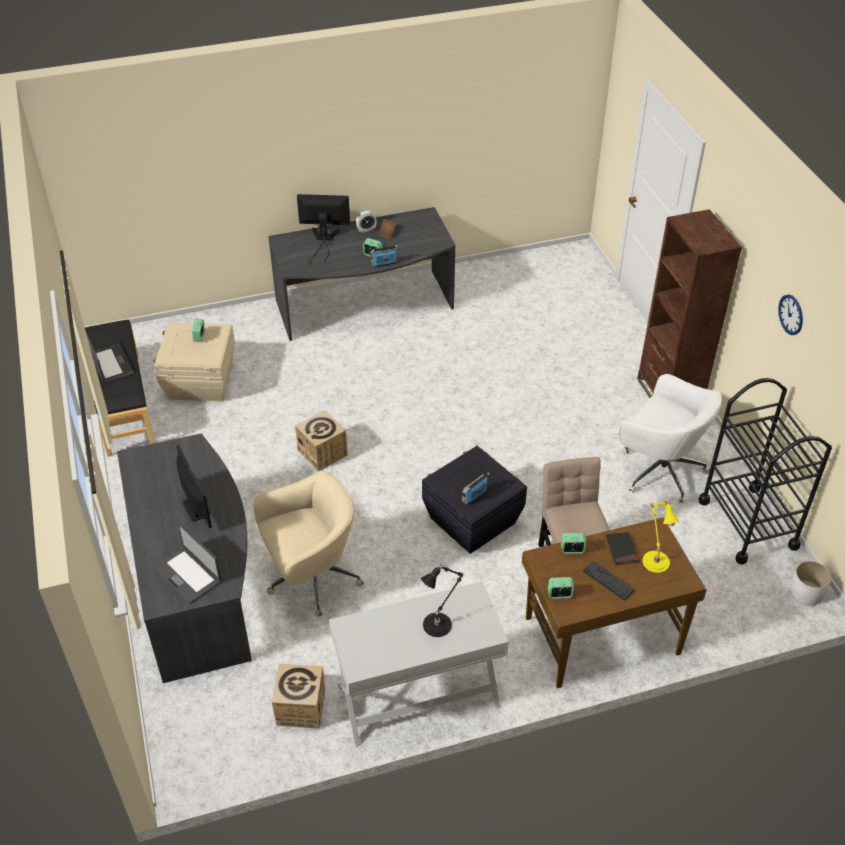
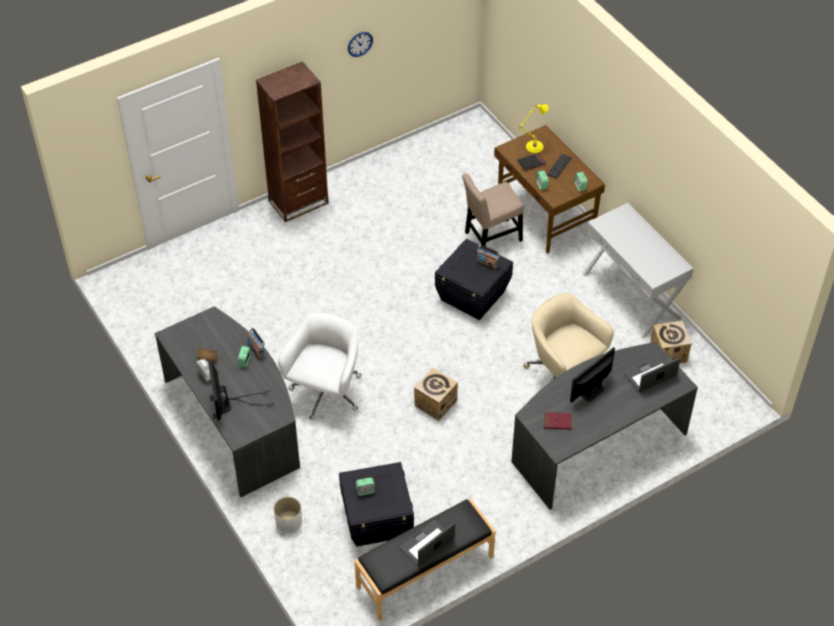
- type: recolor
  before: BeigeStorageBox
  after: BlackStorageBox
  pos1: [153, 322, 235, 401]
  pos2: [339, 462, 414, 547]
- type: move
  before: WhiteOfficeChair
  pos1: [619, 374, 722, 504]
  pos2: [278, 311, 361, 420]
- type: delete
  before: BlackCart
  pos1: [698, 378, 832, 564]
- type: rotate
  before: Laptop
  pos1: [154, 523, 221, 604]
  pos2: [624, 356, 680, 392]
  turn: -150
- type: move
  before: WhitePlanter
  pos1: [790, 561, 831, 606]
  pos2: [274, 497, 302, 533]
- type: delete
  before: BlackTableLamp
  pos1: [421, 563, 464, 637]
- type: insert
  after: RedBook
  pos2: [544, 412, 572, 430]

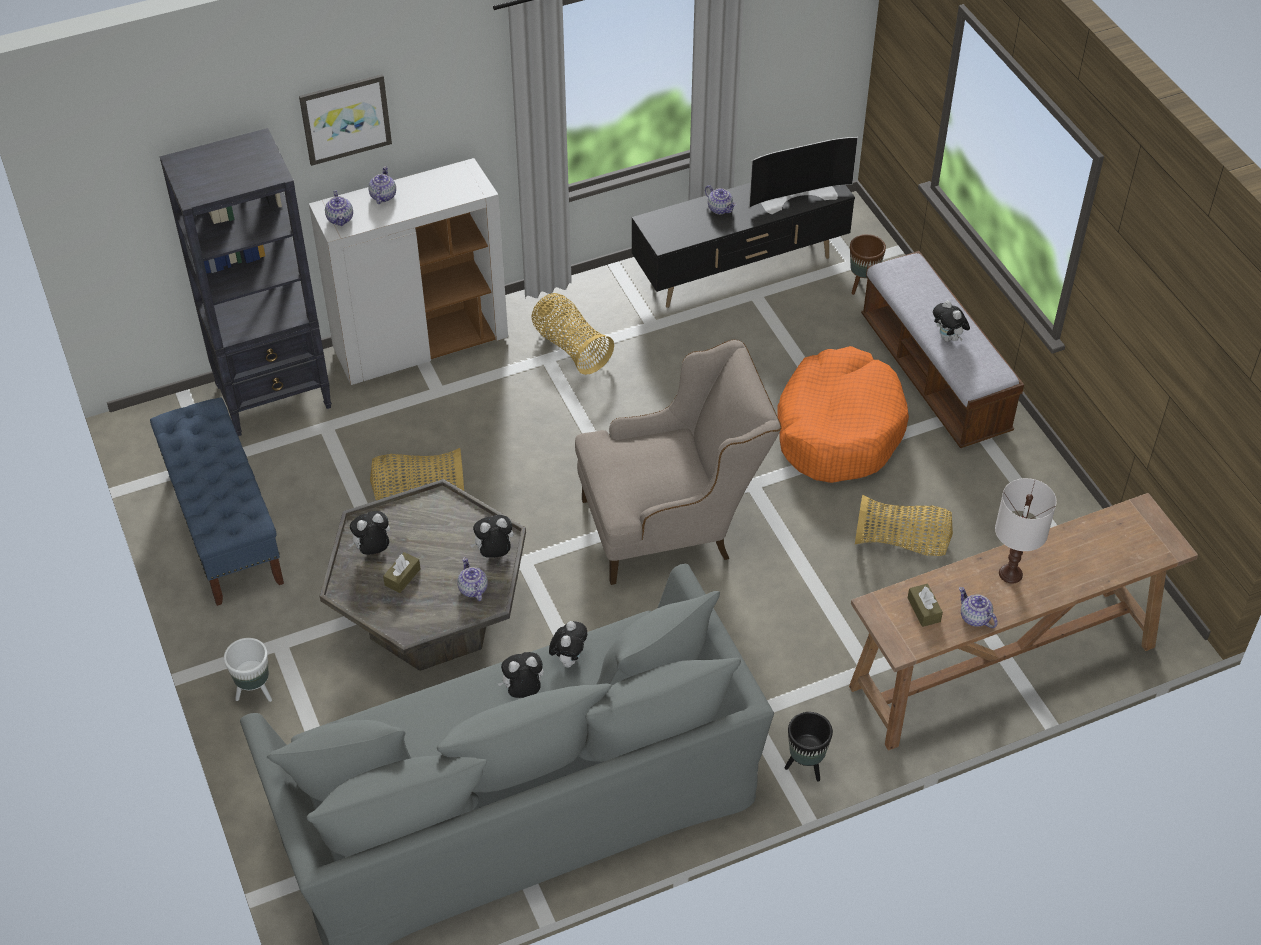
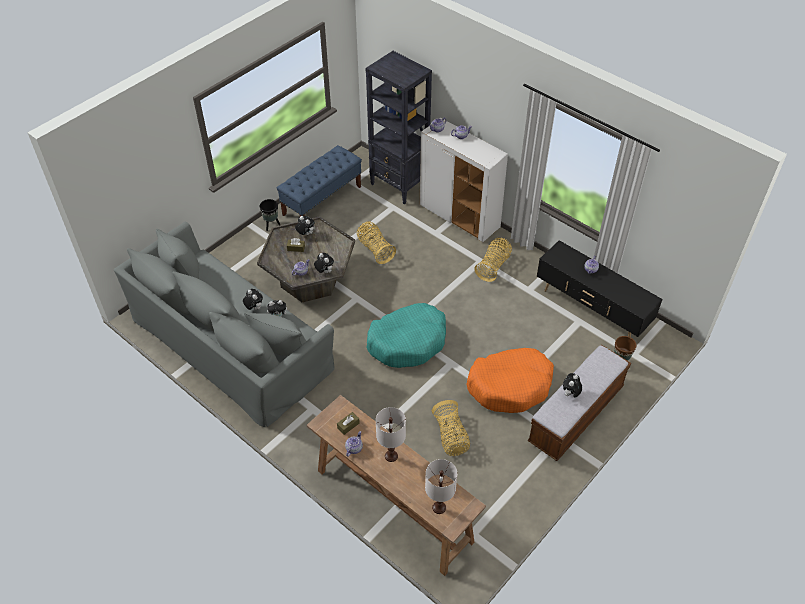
- type: delete
  before: Picture
  pos1: [299, 74, 392, 166]
- type: delete
  before: Television
  pos1: [749, 137, 858, 214]
- type: replace
  before: BeigeArmchair
  after: TurquoiseDogBed
  pos1: [575, 339, 782, 585]
  pos2: [366, 303, 446, 368]
- type: delete
  before: WhitePlanter
  pos1: [224, 638, 272, 702]
- type: move
  before: BlackPlanter
  pos1: [784, 712, 833, 781]
  pos2: [259, 199, 280, 231]
- type: insert
  after: WhiteTableLamp
  pos2: [425, 459, 457, 514]

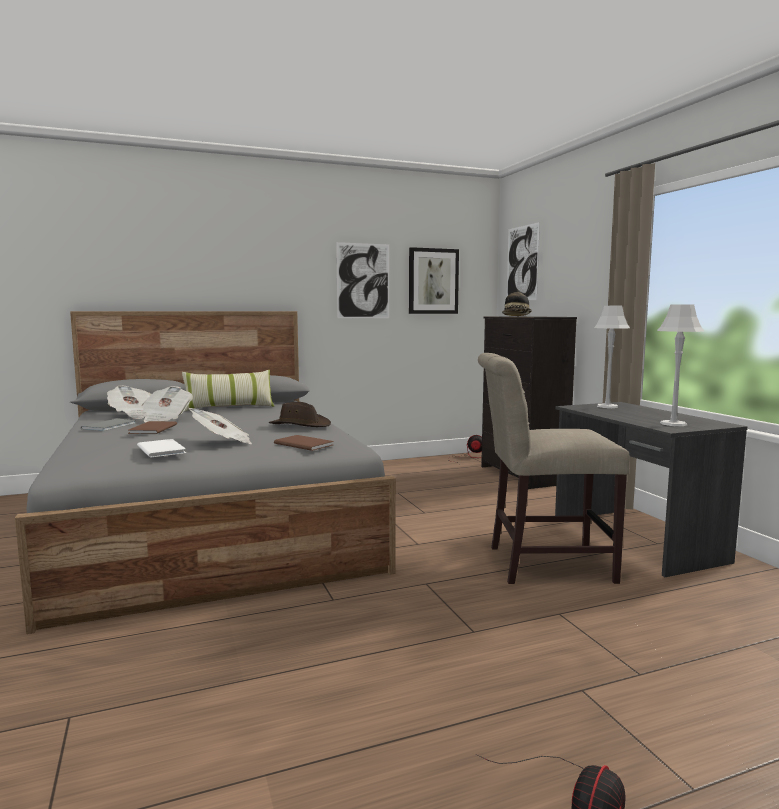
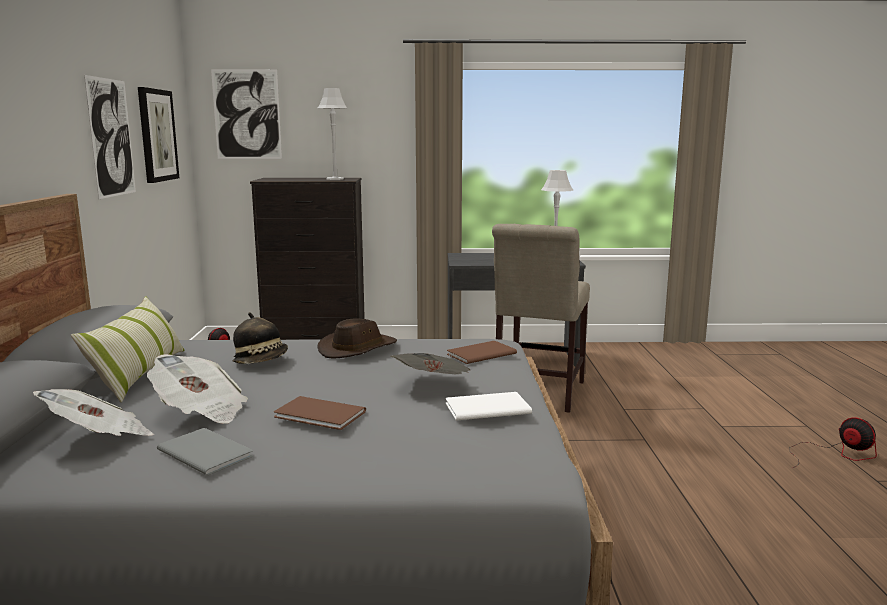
- type: move
  before: Hat
  pos1: [502, 290, 531, 316]
  pos2: [233, 312, 288, 364]
- type: move
  before: GreyTableLamp
  pos1: [594, 306, 630, 408]
  pos2: [318, 88, 348, 180]

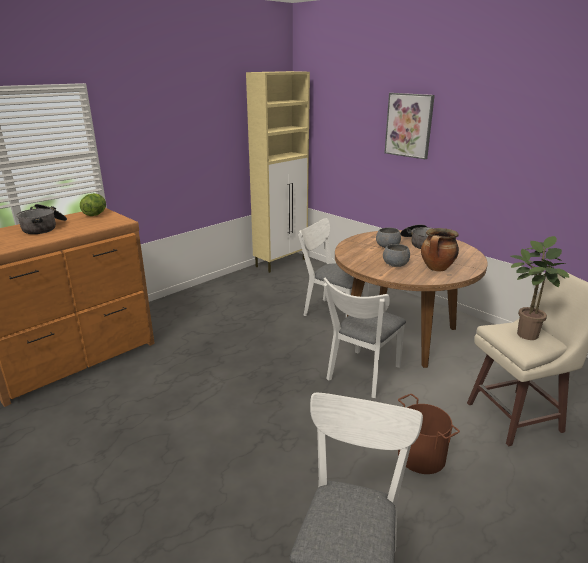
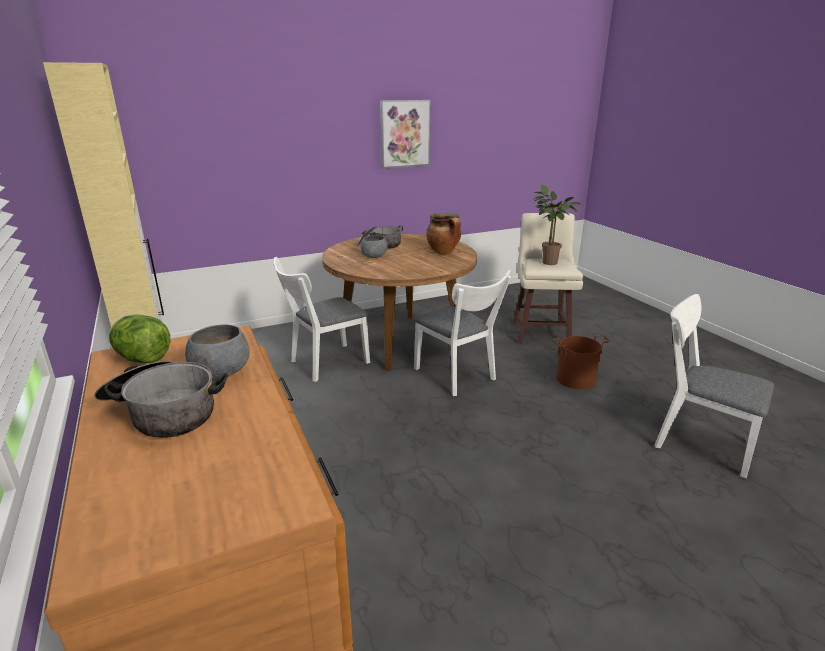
- type: move
  before: Picture
  pos1: [384, 93, 435, 159]
  pos2: [380, 100, 431, 169]
- type: move
  before: GreyBowl
  pos1: [383, 244, 410, 267]
  pos2: [185, 324, 250, 378]

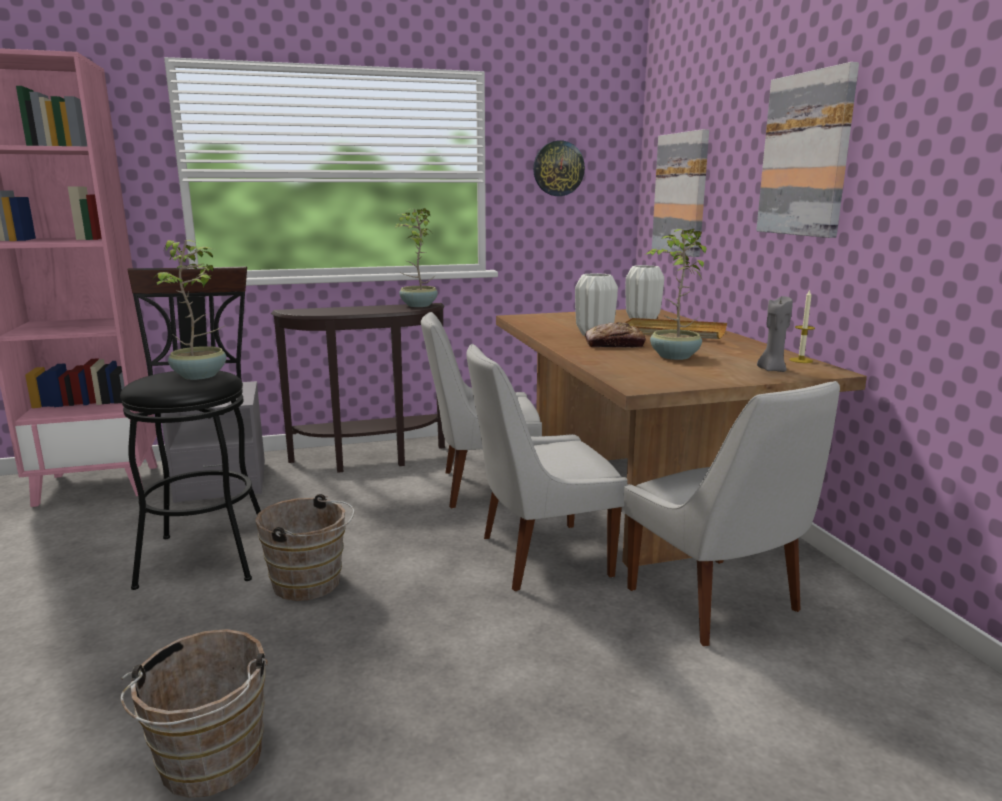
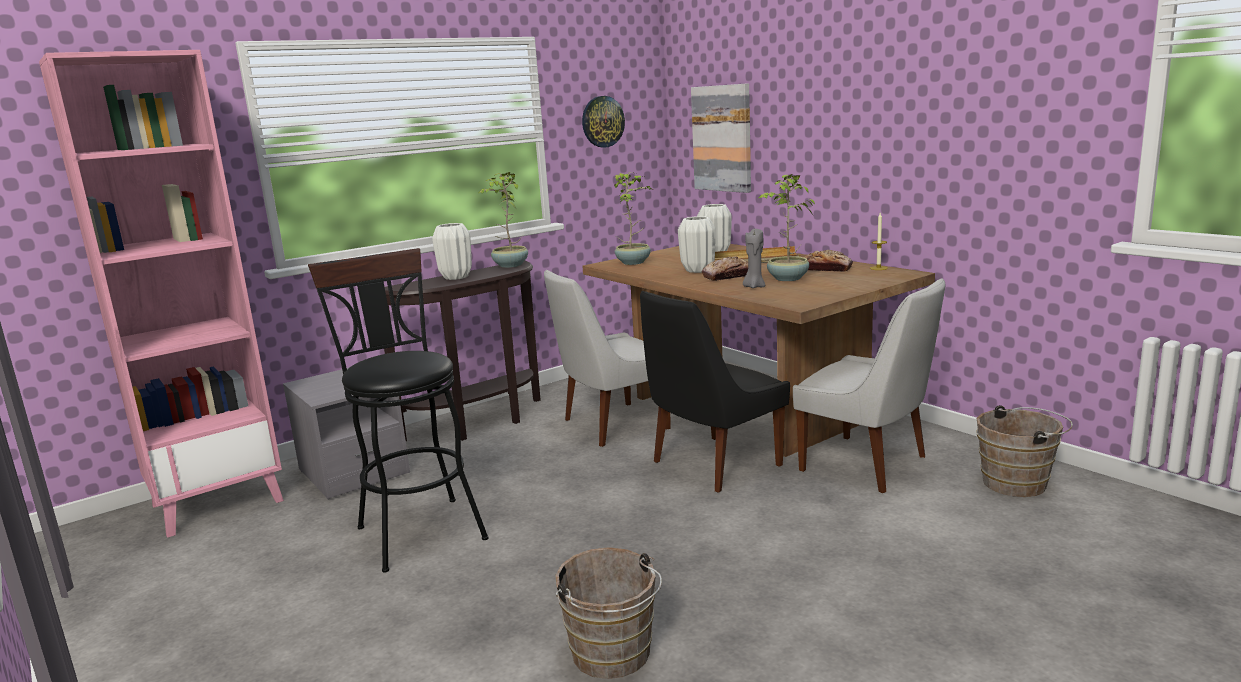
- type: delete
  before: Picture
  pos1: [756, 62, 859, 238]
- type: move
  before: PottedPlant
  pos1: [152, 240, 226, 380]
  pos2: [614, 172, 653, 265]
- type: move
  before: GreyCandle
  pos1: [757, 296, 793, 372]
  pos2: [743, 229, 765, 288]
- type: recolor
  before: WhiteChair
  after: BlackChair
  pos1: [466, 344, 628, 591]
  pos2: [640, 291, 790, 492]
- type: move
  before: BrownBucket
  pos1: [255, 494, 354, 601]
  pos2: [976, 405, 1073, 497]
- type: insert
  after: WhiteVase
  pos2: [432, 223, 472, 280]
- type: insert
  after: Bread
  pos2: [804, 250, 853, 272]

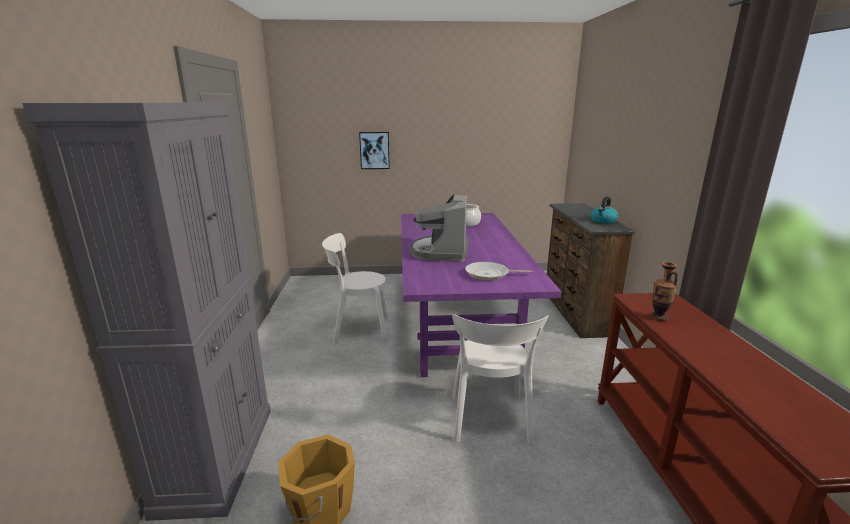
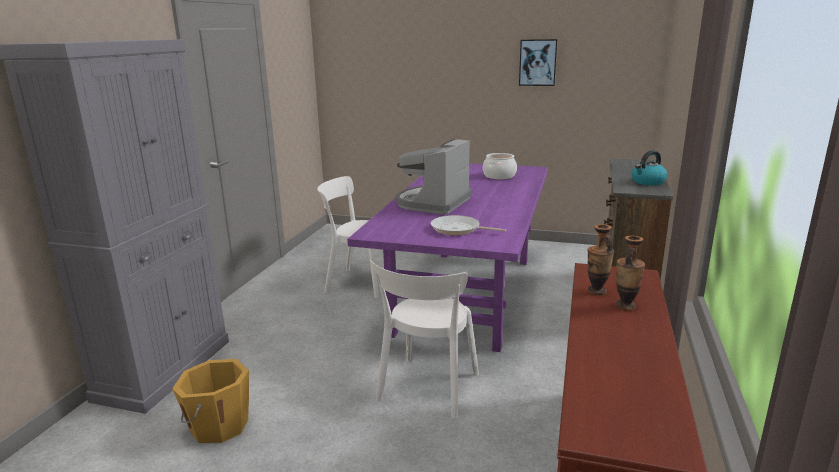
- type: move
  before: Picture
  pos1: [359, 132, 390, 169]
  pos2: [519, 39, 557, 86]
- type: insert
  after: Vase
  pos2: [615, 236, 645, 310]

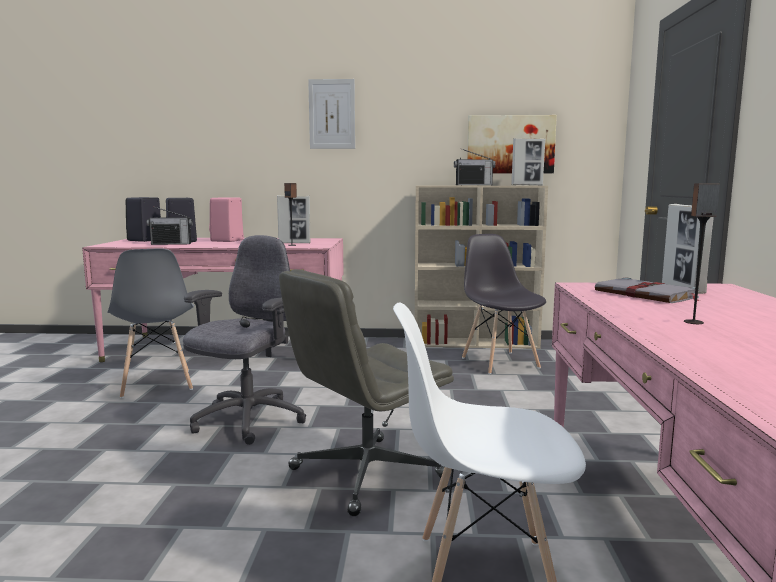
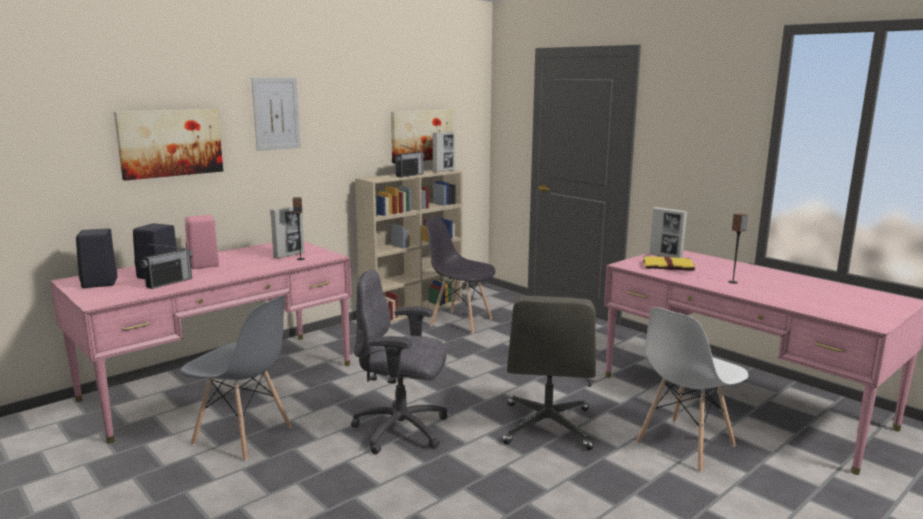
- type: rotate
  before: GreyOfficeChair
  pos1: [183, 235, 306, 445]
  pos2: [351, 270, 447, 454]
  turn: -60
- type: recolor
  before: GreyBook
  after: YellowBook
  pos1: [595, 277, 699, 303]
  pos2: [643, 256, 695, 271]
- type: insert
  after: Picture
  pos2: [114, 109, 223, 181]

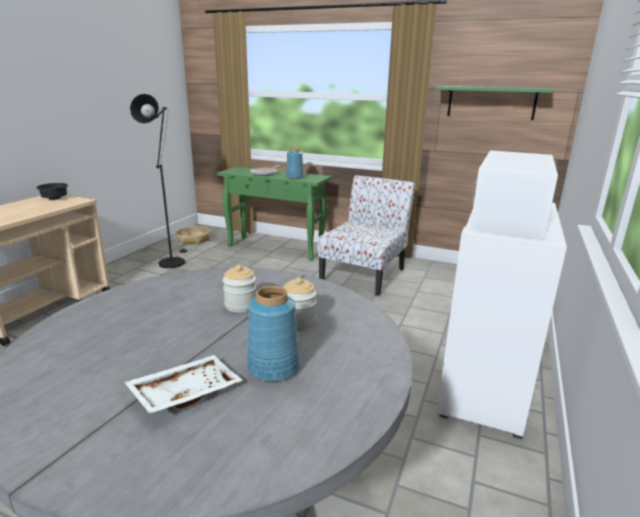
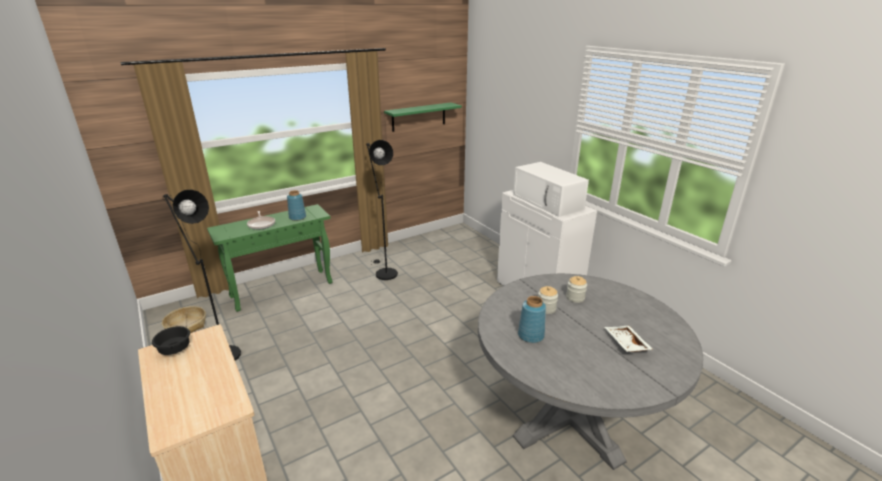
- type: replace
  before: Chair
  after: BlackFloorLamp
  pos1: [317, 175, 415, 296]
  pos2: [366, 140, 398, 280]
- type: move
  before: BlueVase
  pos1: [247, 286, 299, 382]
  pos2: [518, 296, 546, 343]

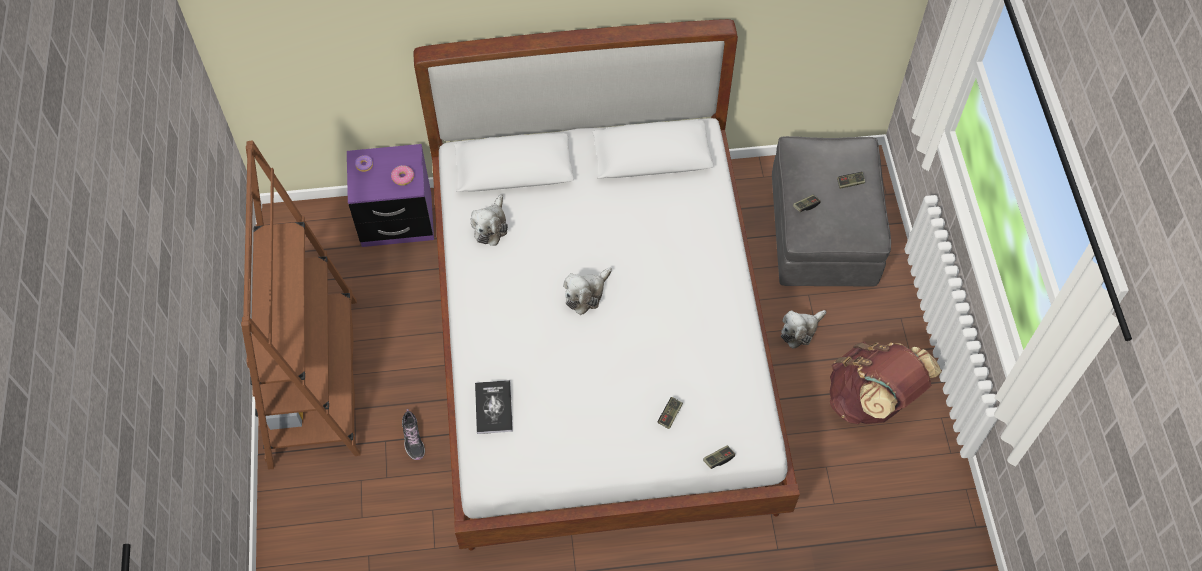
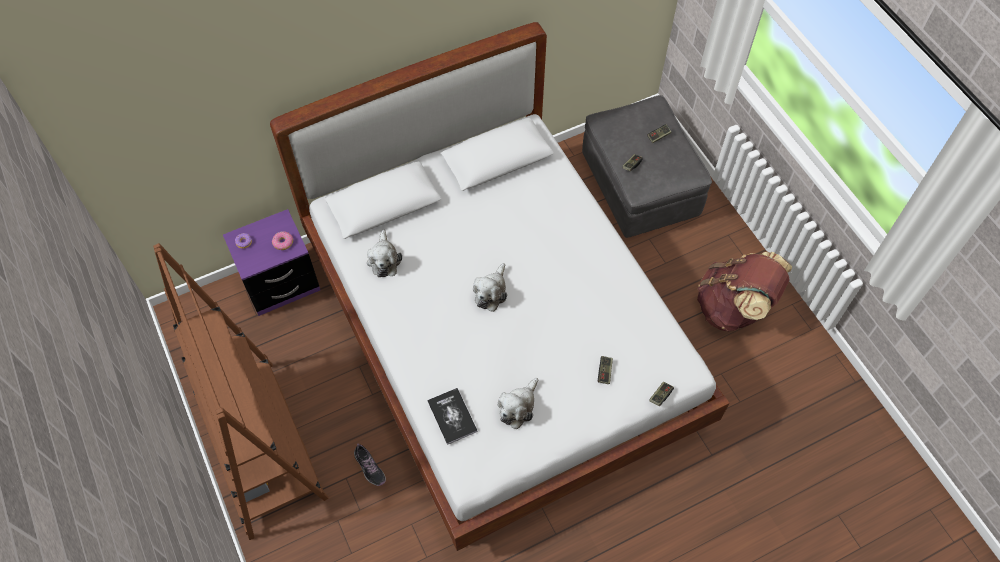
- type: move
  before: PlushToy
  pos1: [781, 310, 826, 349]
  pos2: [497, 378, 538, 429]

